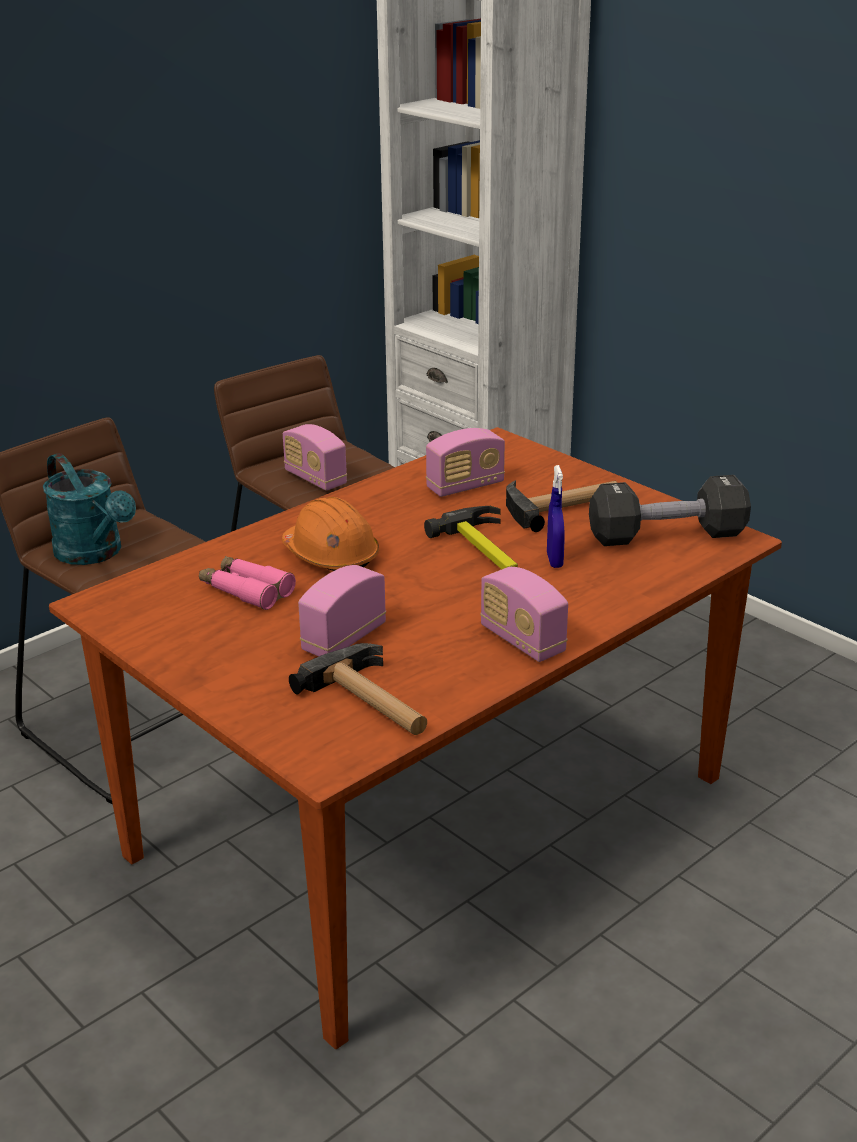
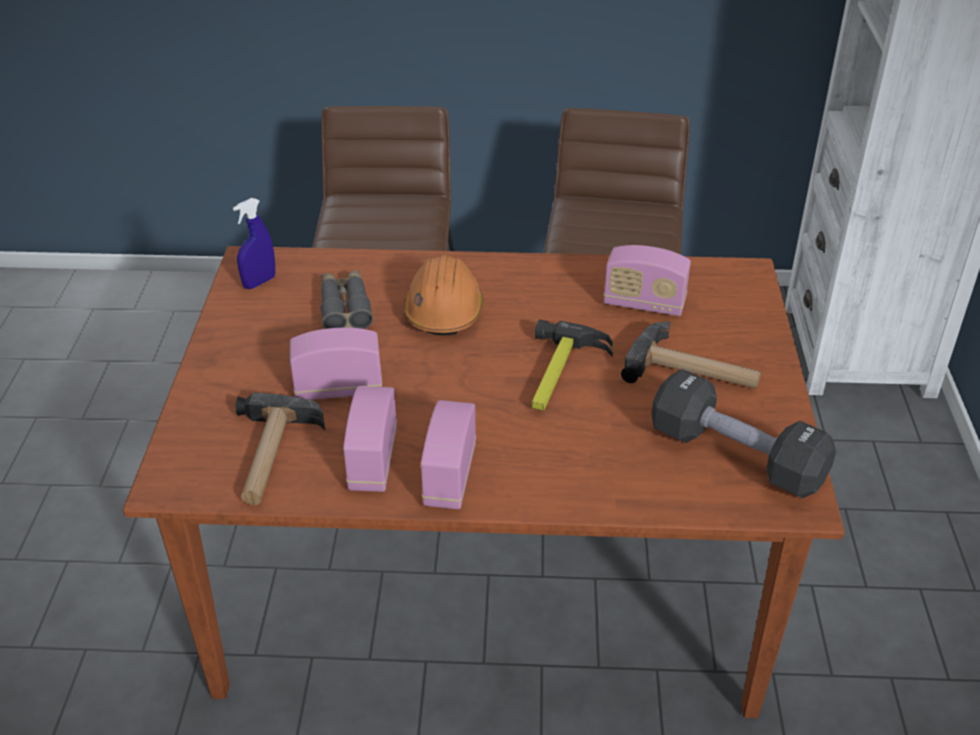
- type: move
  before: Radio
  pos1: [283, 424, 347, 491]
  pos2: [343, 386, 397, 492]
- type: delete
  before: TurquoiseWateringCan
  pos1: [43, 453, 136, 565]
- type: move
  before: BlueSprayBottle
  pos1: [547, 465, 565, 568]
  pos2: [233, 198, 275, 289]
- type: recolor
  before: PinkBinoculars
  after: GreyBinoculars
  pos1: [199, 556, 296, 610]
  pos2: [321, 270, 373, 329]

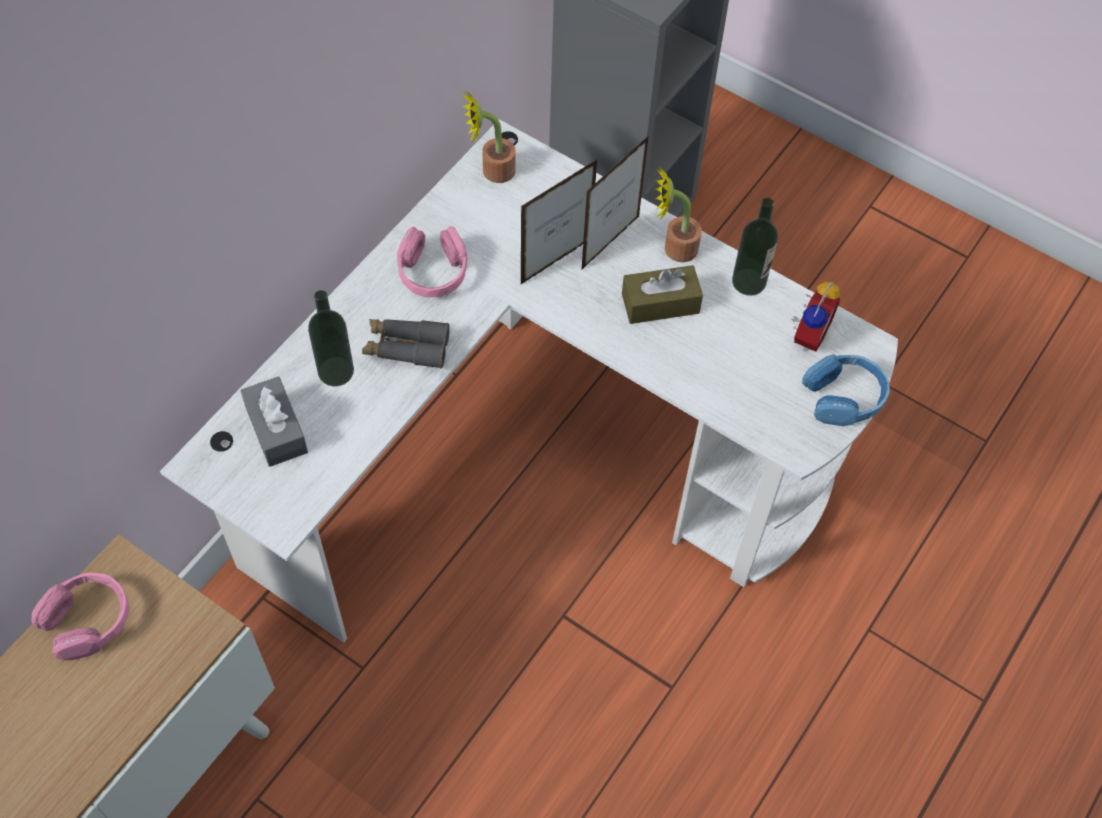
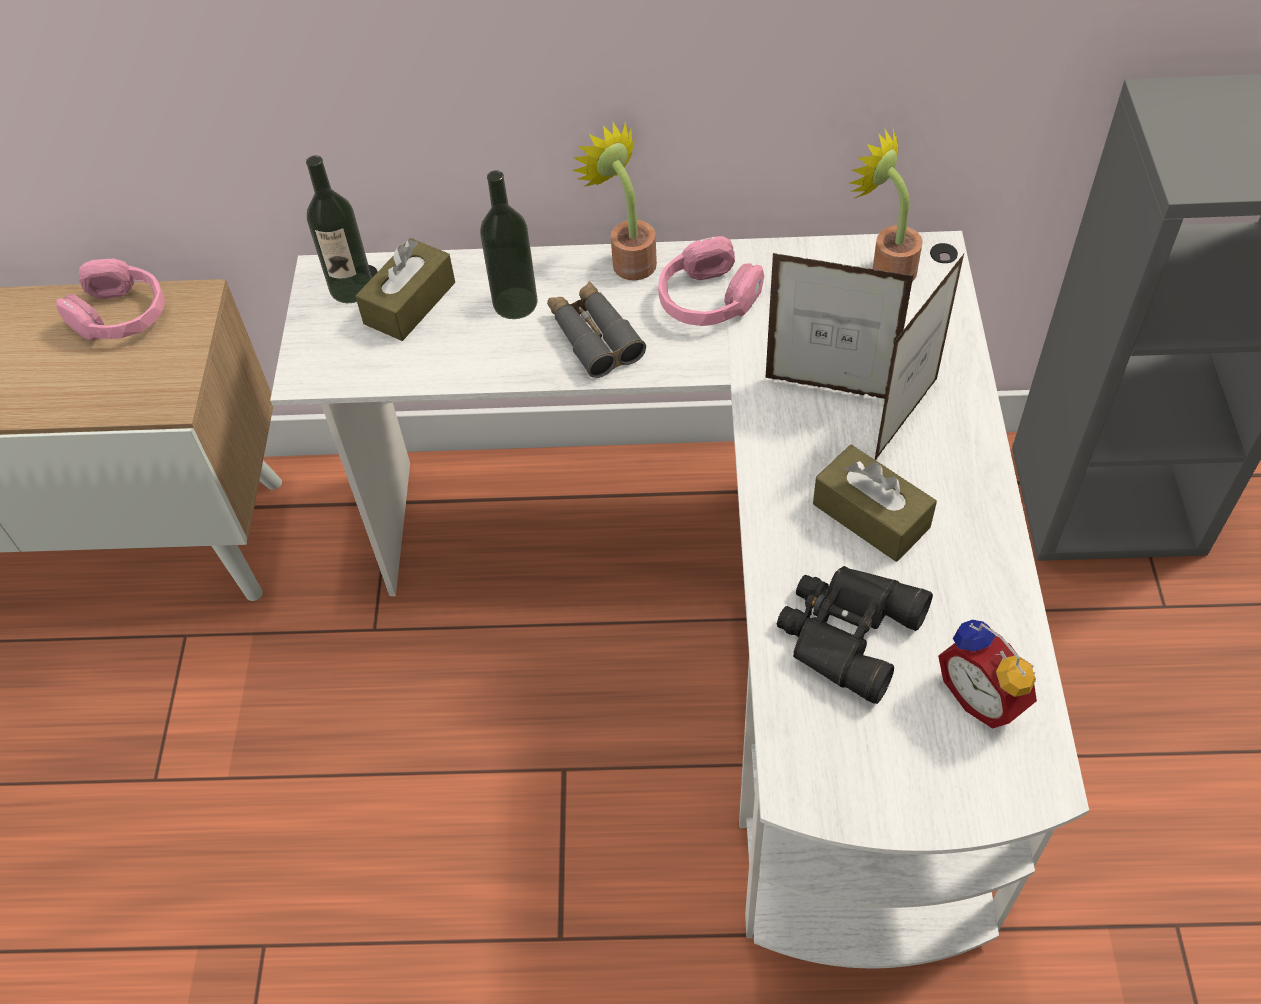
- type: rotate
  before: PictureFrame
  pos1: [582, 135, 649, 269]
  pos2: [875, 254, 964, 460]
  turn: 120
- type: move
  before: PottedPlant
  pos1: [655, 167, 702, 262]
  pos2: [572, 122, 657, 281]
- type: move
  before: Bottle
  pos1: [732, 198, 778, 296]
  pos2: [306, 155, 372, 303]
- type: rotate
  before: AlarmClock
  pos1: [792, 282, 841, 352]
  pos2: [938, 620, 1037, 729]
  turn: 60
- type: delete
  before: BlueHeadphones
  pos1: [802, 354, 890, 426]
- type: recolor
  before: GreyTissueBox
  after: BrownTissueBox
  pos1: [240, 376, 308, 467]
  pos2: [355, 238, 455, 341]
- type: insert
  after: BlackBinoculars
  pos2: [777, 566, 933, 704]

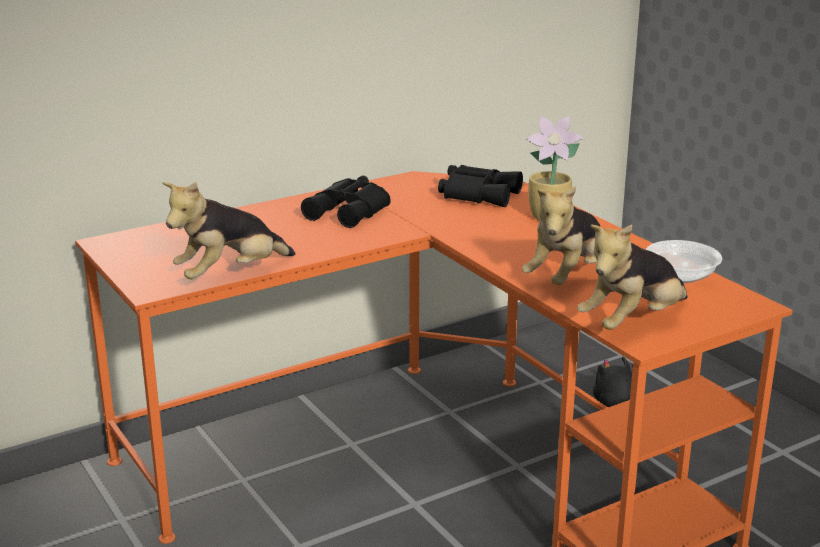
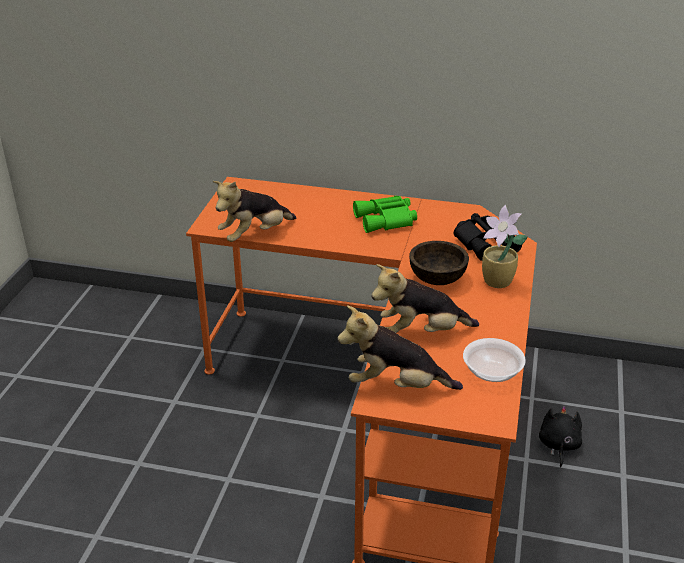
- type: recolor
  before: BlackBinoculars
  after: GreenBinoculars
  pos1: [301, 176, 390, 228]
  pos2: [353, 196, 417, 233]
- type: rotate
  before: PlushToy
  pos1: [163, 182, 295, 279]
  pos2: [213, 181, 296, 242]
  turn: -45
- type: insert
  after: BrownBowl
  pos2: [409, 241, 469, 285]

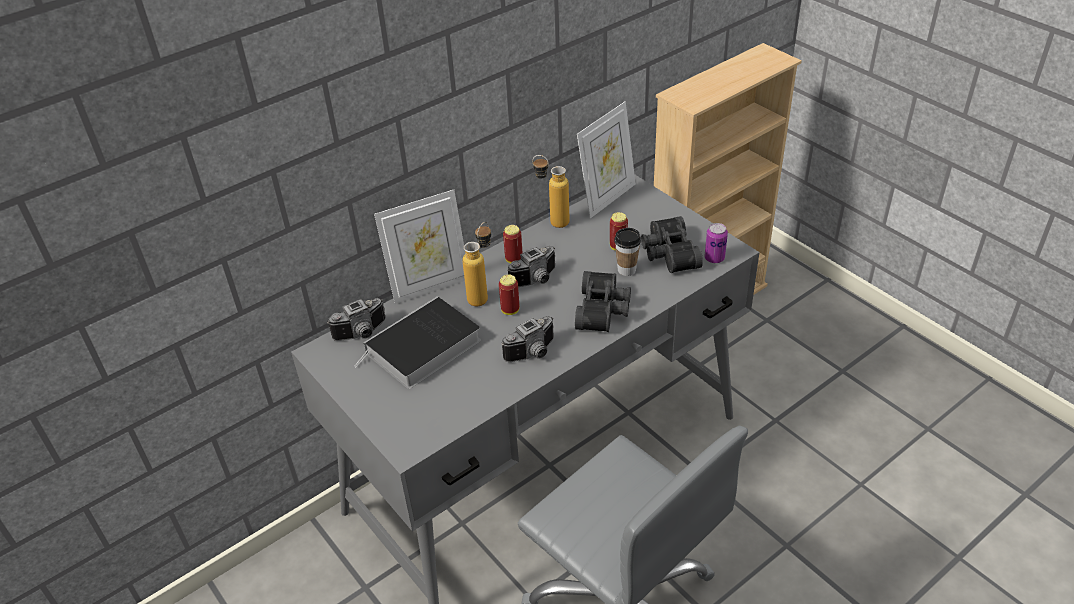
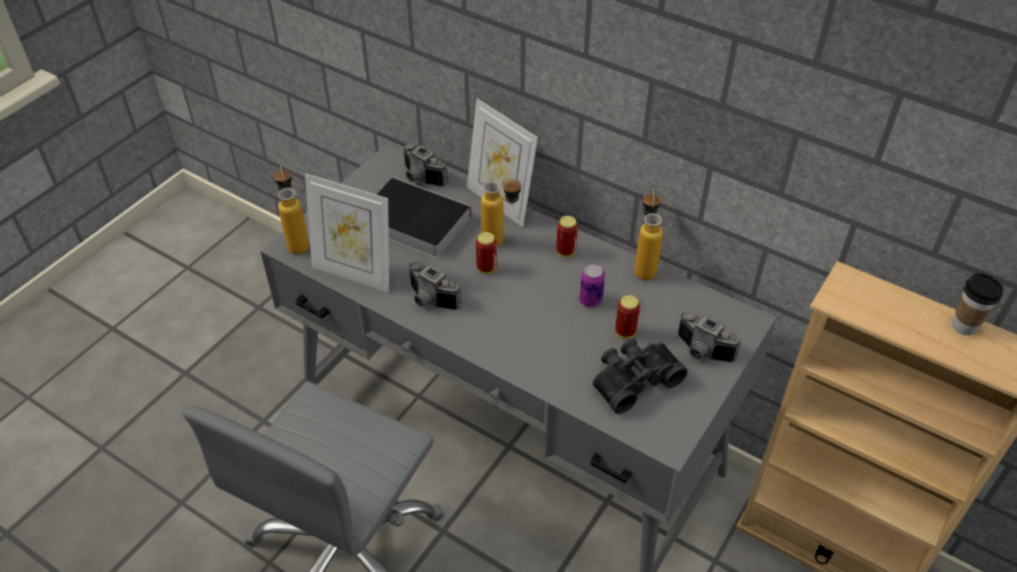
- type: move
  before: PictureFrame
  pos1: [577, 101, 636, 218]
  pos2: [305, 173, 389, 293]
- type: move
  before: Can
  pos1: [704, 223, 728, 263]
  pos2: [579, 263, 605, 307]
- type: move
  before: Cup
  pos1: [614, 228, 641, 276]
  pos2: [952, 273, 1003, 335]
- type: move
  before: PhotoCamera
  pos1: [508, 246, 555, 287]
  pos2: [678, 312, 741, 363]
- type: delete
  before: BlackBinoculars
  pos1: [575, 271, 631, 332]
- type: insert
  after: Bottle
  pos2: [274, 165, 309, 254]

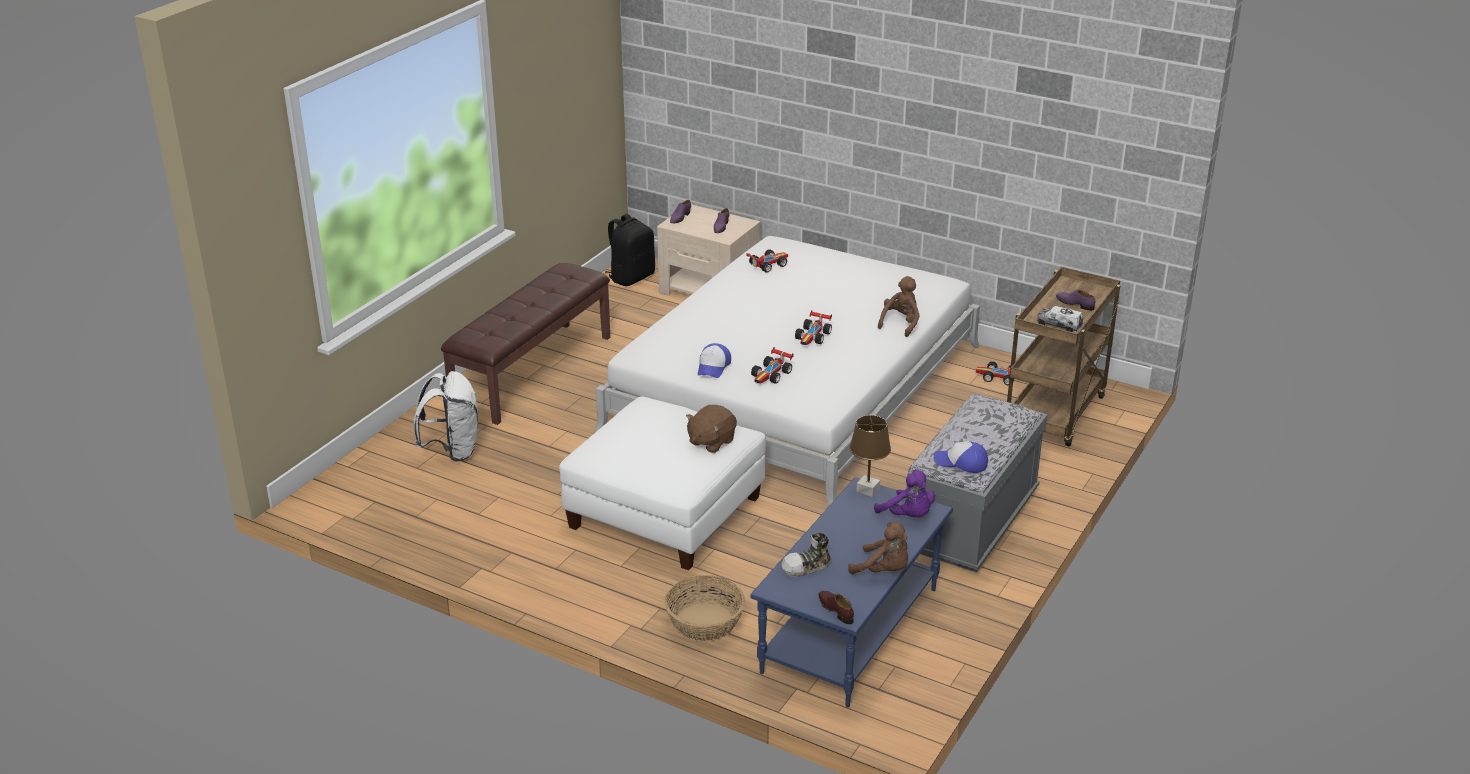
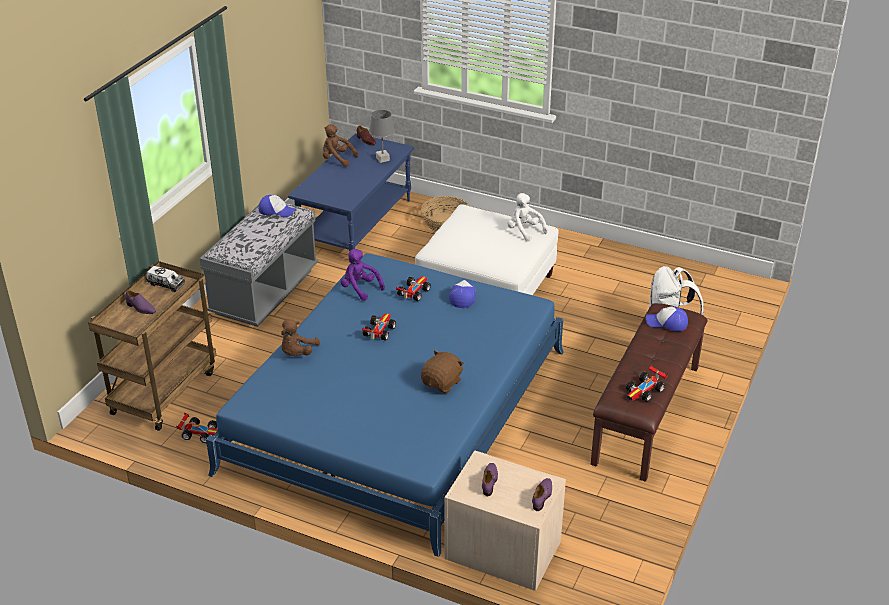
- type: delete
  before: BlackBackpack
  pos1: [606, 214, 655, 286]
- type: recolor
  before: WhiteBed
  after: BlueBed
  pos1: [595, 236, 980, 506]
  pos2: [206, 253, 564, 557]
- type: move
  before: ToyCar
  pos1: [746, 249, 788, 273]
  pos2: [626, 364, 668, 402]
- type: move
  before: BrownPlushToy
  pos1: [686, 405, 737, 453]
  pos2: [421, 350, 464, 393]
- type: delete
  before: BrownTableLamp
  pos1: [849, 415, 891, 497]
- type: move
  before: PurplePlushToy
  pos1: [874, 470, 935, 517]
  pos2: [341, 249, 385, 301]
- type: replace
  before: Shoe
  after: GreyTableLamp
  pos1: [781, 533, 831, 577]
  pos2: [369, 110, 395, 163]
- type: insert
  after: WhitePlushToy
  pos2: [507, 193, 548, 242]
- type: insert
  after: Cap
  pos2: [646, 306, 688, 332]

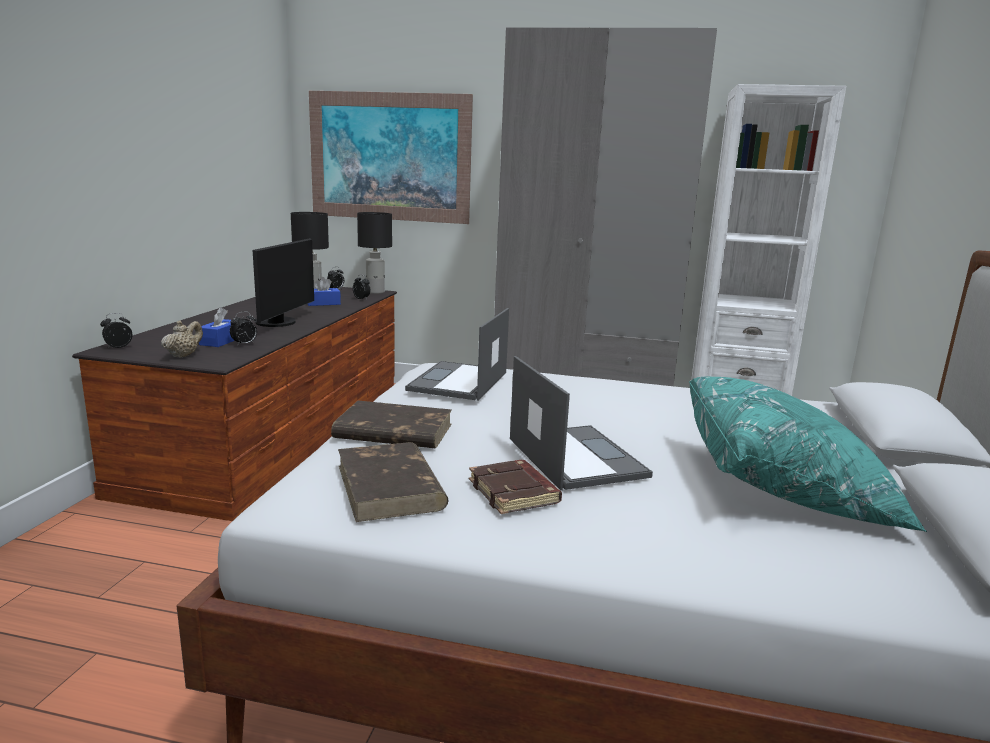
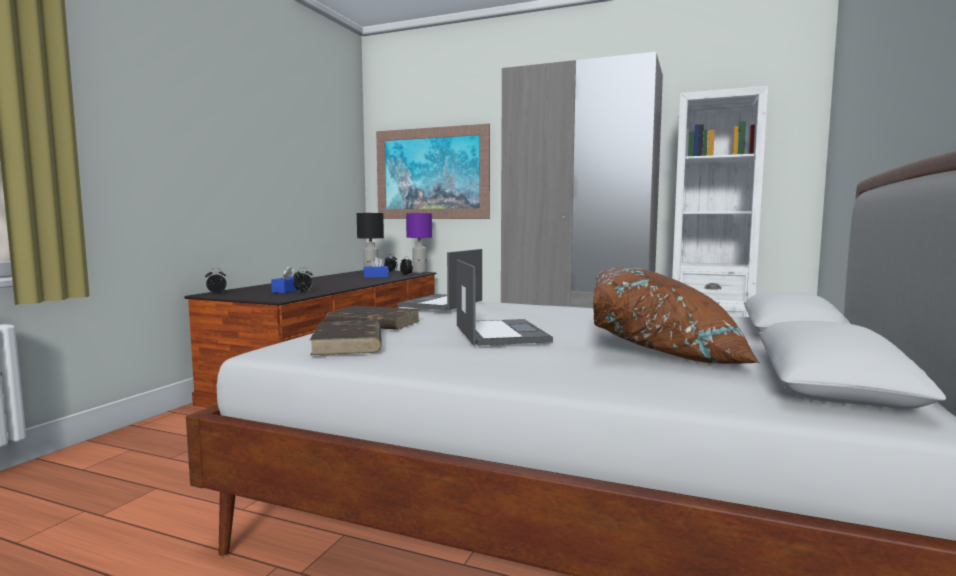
- type: recolor
  before: BlackTableLamp
  after: PurpleTableLamp
  pos1: [357, 212, 392, 294]
  pos2: [406, 213, 432, 273]
- type: delete
  before: Monitor
  pos1: [253, 238, 314, 327]
- type: delete
  before: BeigeTeapot
  pos1: [161, 320, 203, 358]
- type: recolor
  before: TurquoisePillow
  after: BrownPillow
  pos1: [689, 377, 927, 532]
  pos2: [593, 267, 760, 364]
- type: delete
  before: BrownBook
  pos1: [469, 460, 562, 514]

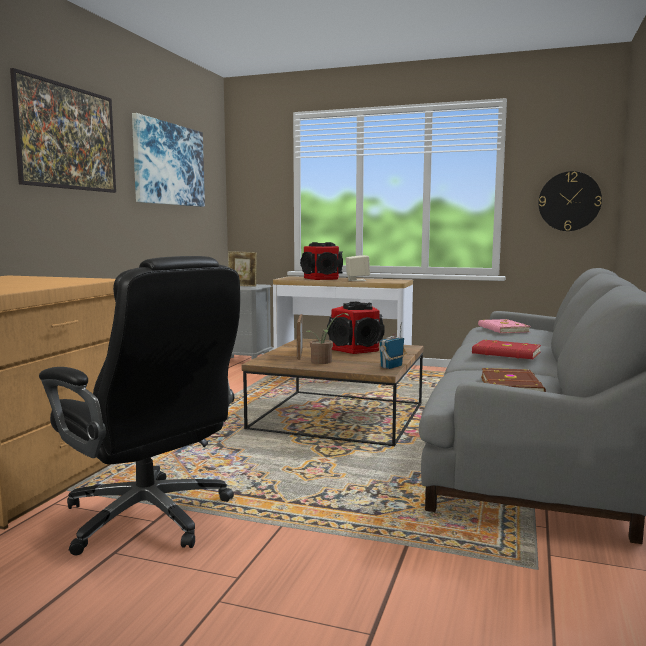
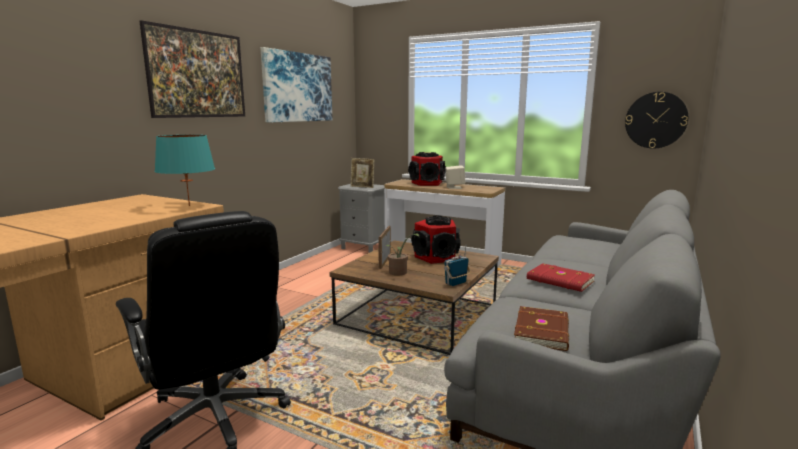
- type: delete
  before: PinkBook
  pos1: [478, 319, 531, 333]
- type: insert
  after: TurquoiseTableLamp
  pos2: [154, 135, 215, 206]

